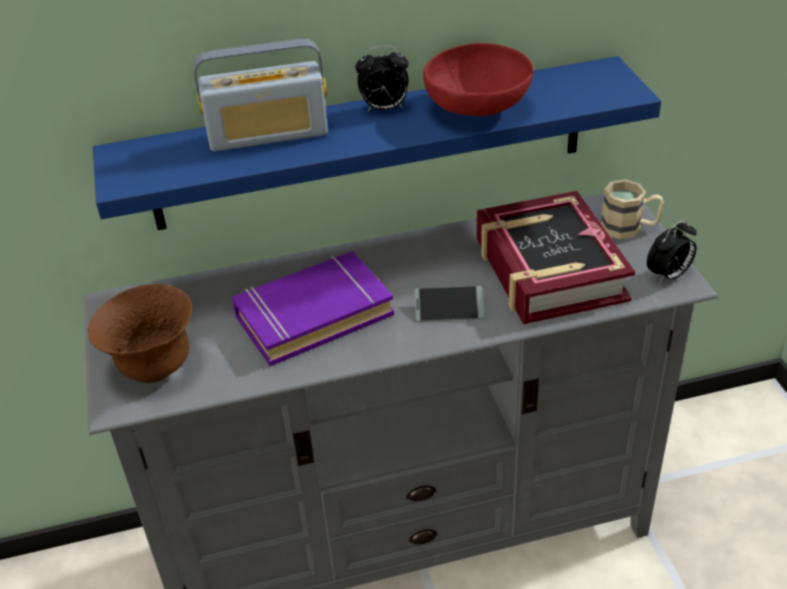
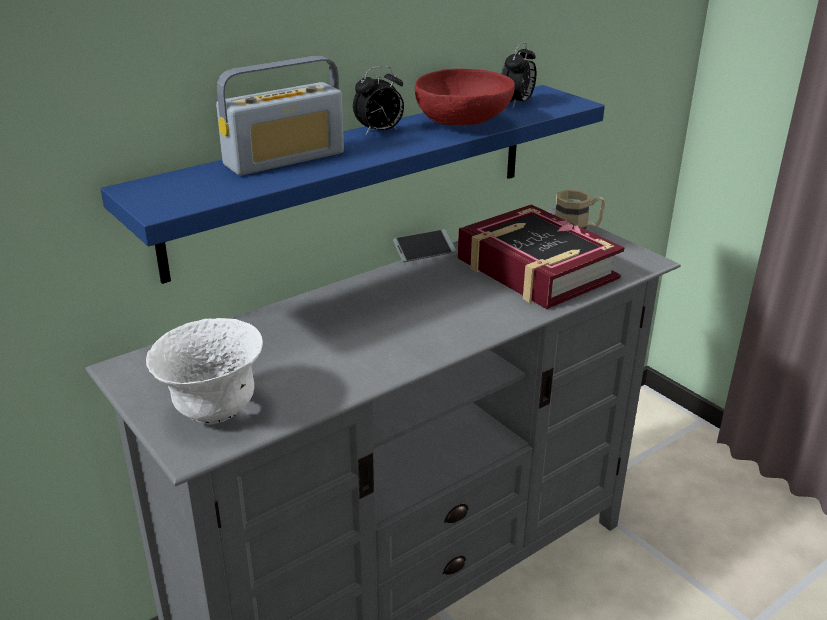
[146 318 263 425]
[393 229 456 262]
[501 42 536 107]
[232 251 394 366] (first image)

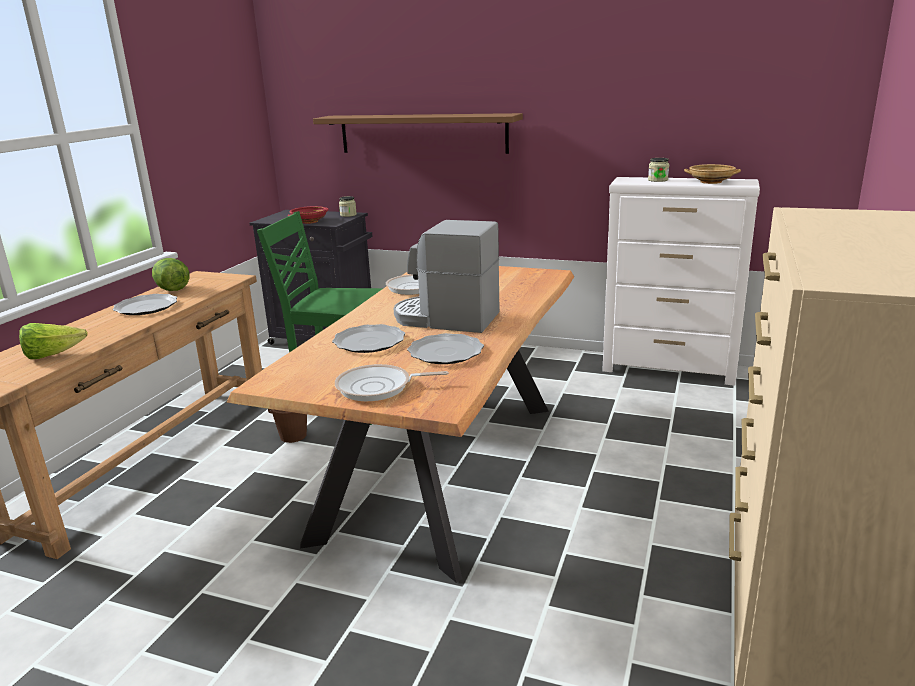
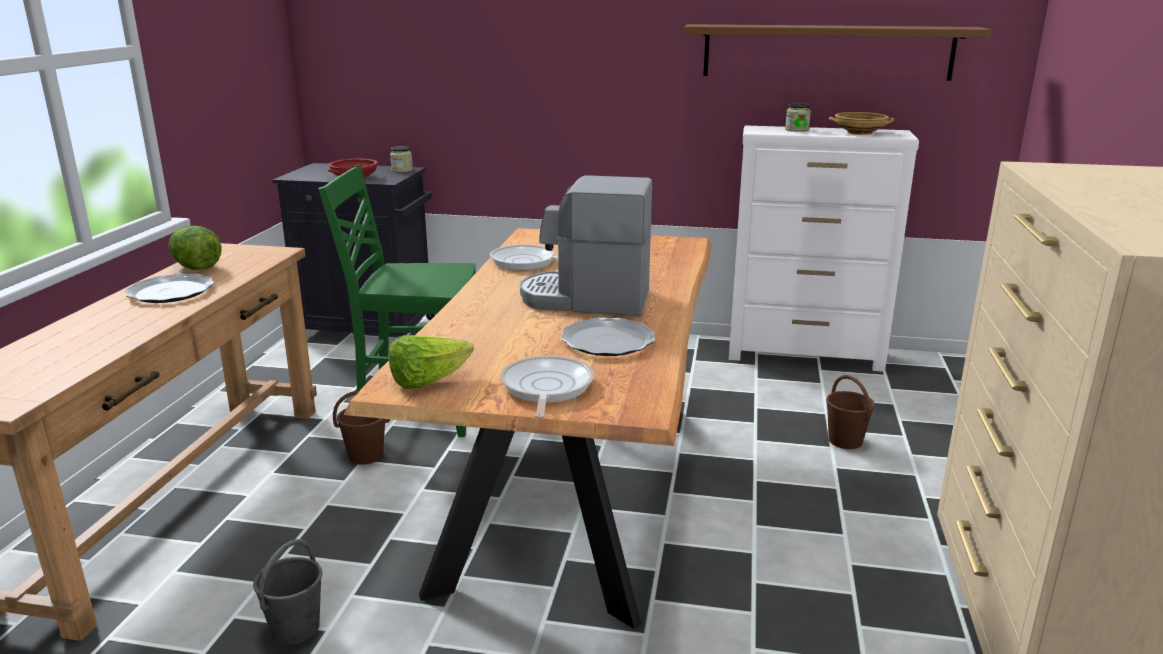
[253 539 322 645]
[389 335 474 389]
[500 355 594 419]
[684 24 991 81]
[826 375 875 449]
[332 324 405 353] (first image)

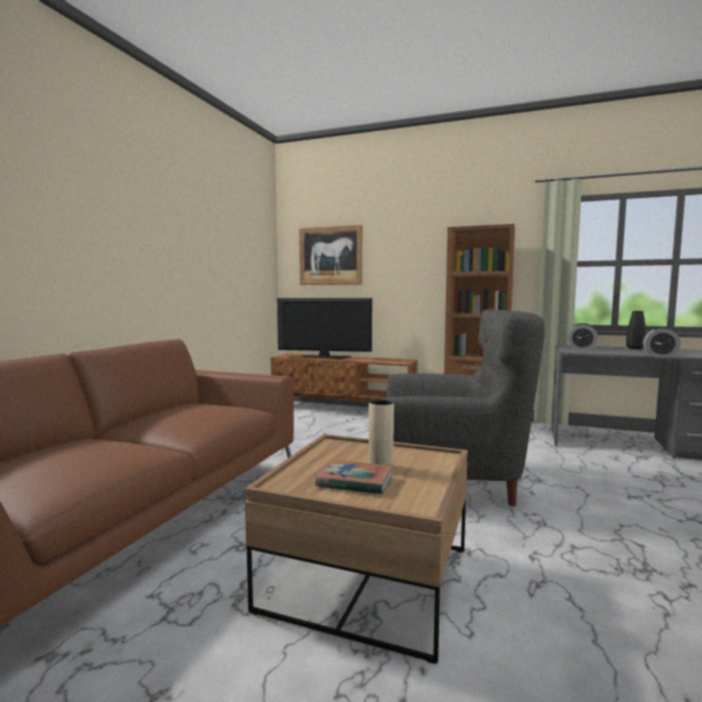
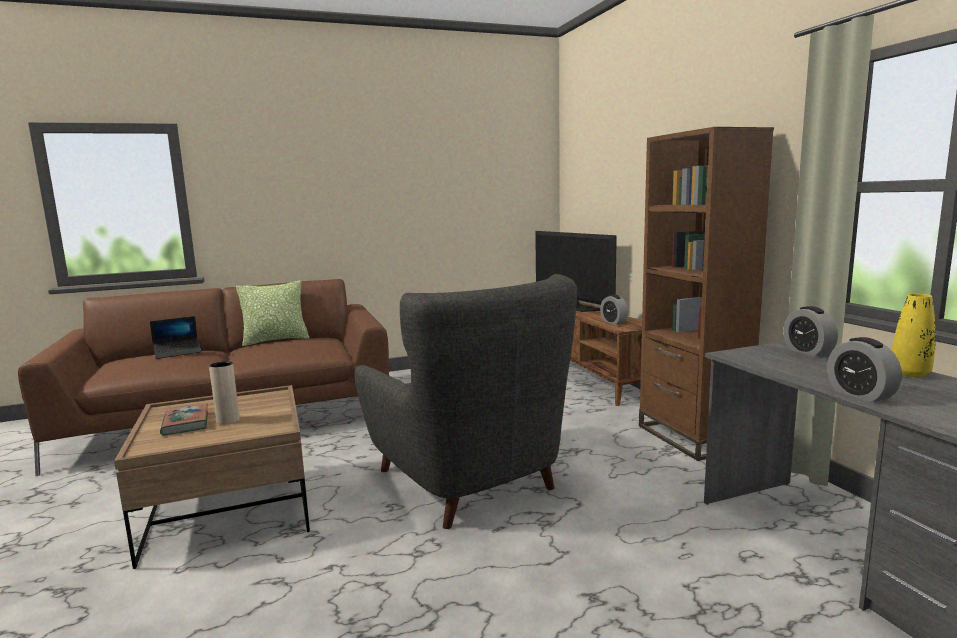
[150 316 201 359]
[236 280 309 346]
[600 295 628 325]
[892 294 936 377]
[299 225 362 285] (first image)

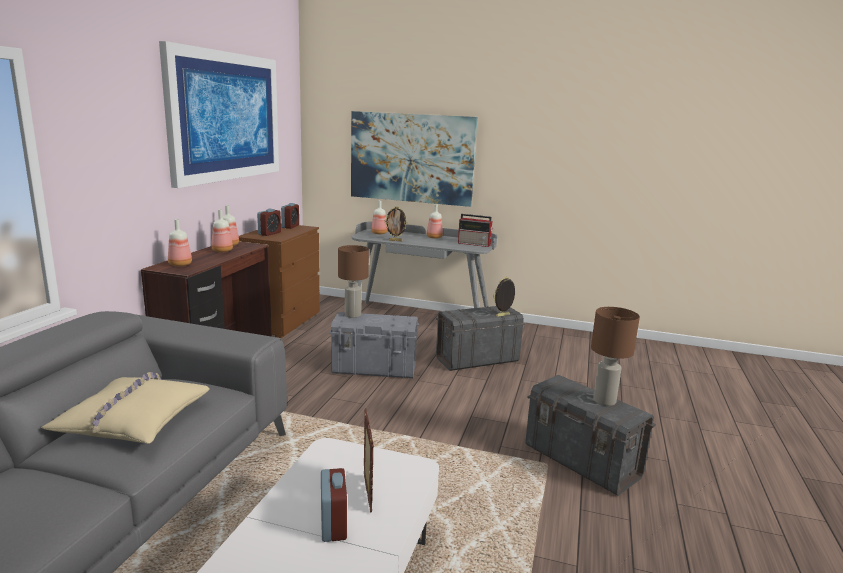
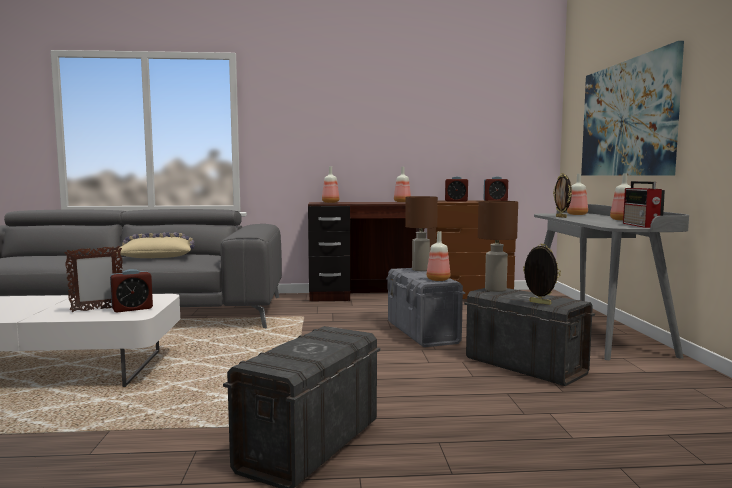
[110 269 153 313]
[427 231 450 281]
[478 201 518 292]
[159 41 279 188] (first image)

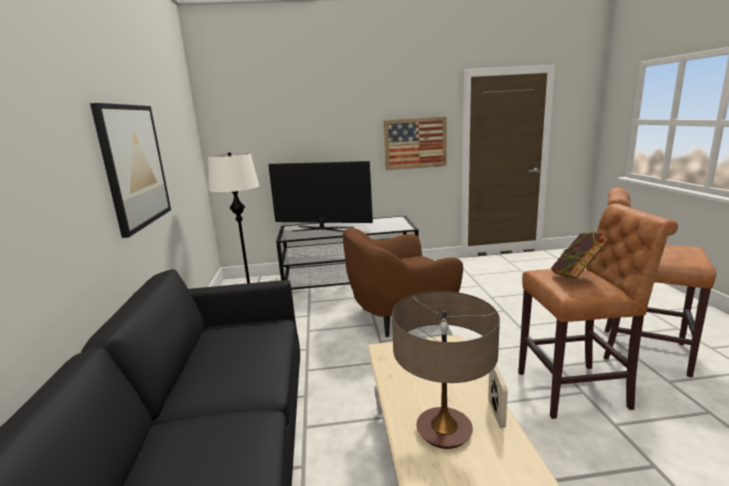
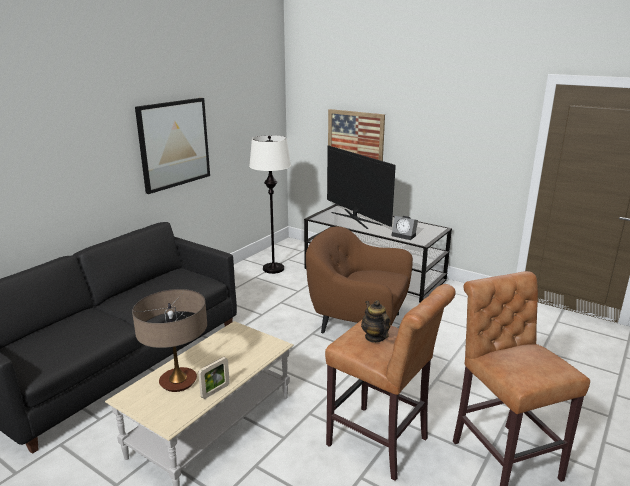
[328 109 385 161]
[361 300 391 343]
[391 216 418 240]

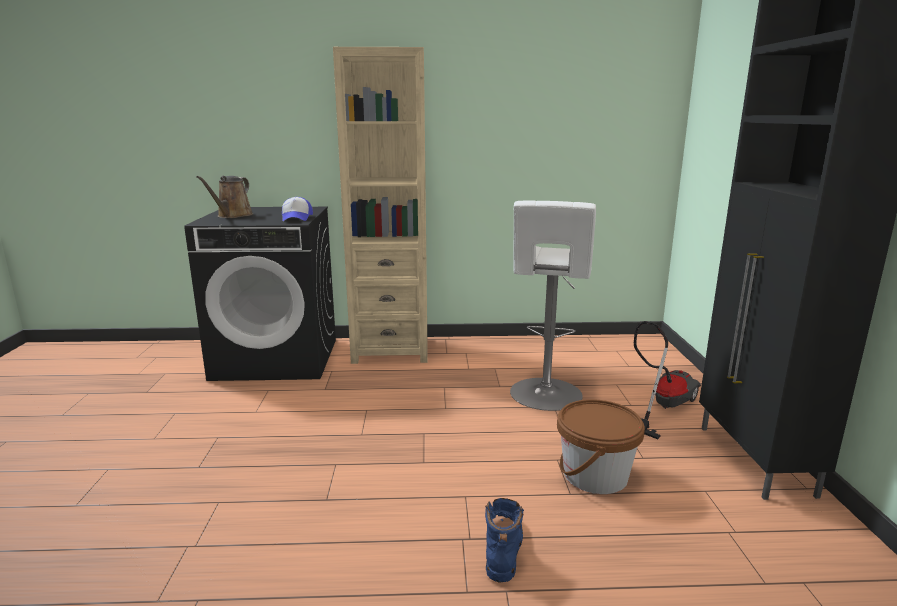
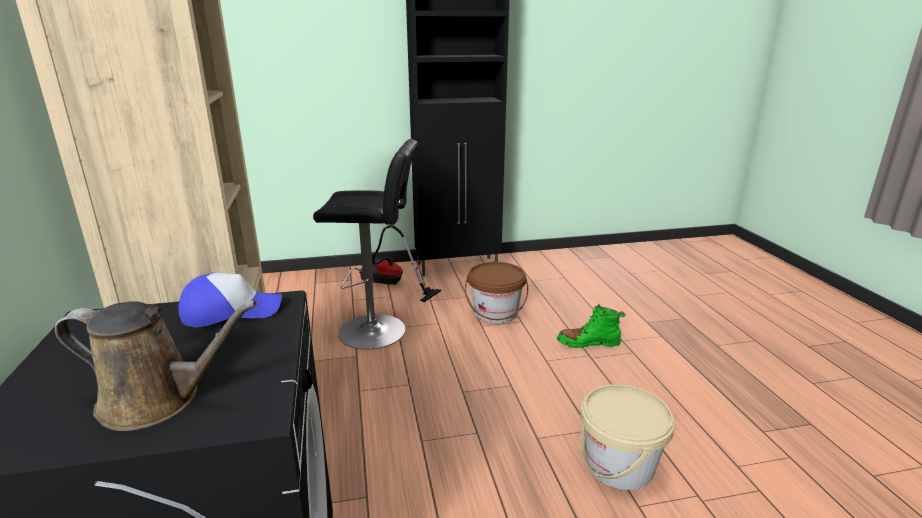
[313 139 418 350]
[557 303 626 348]
[580 384 675 490]

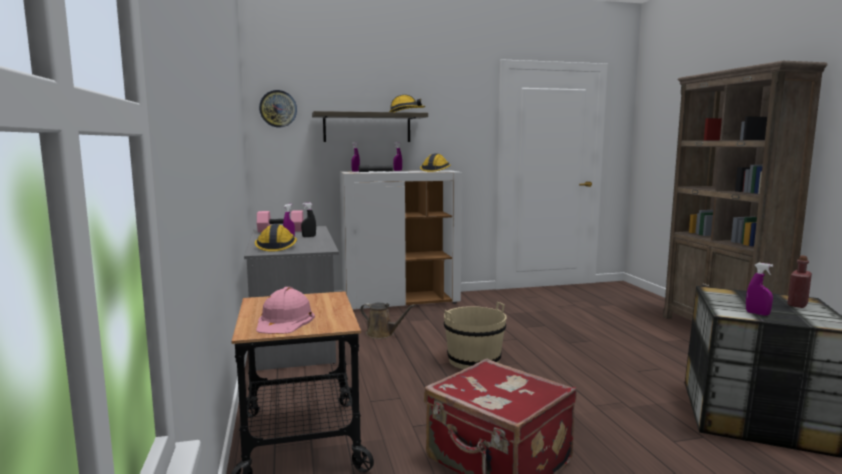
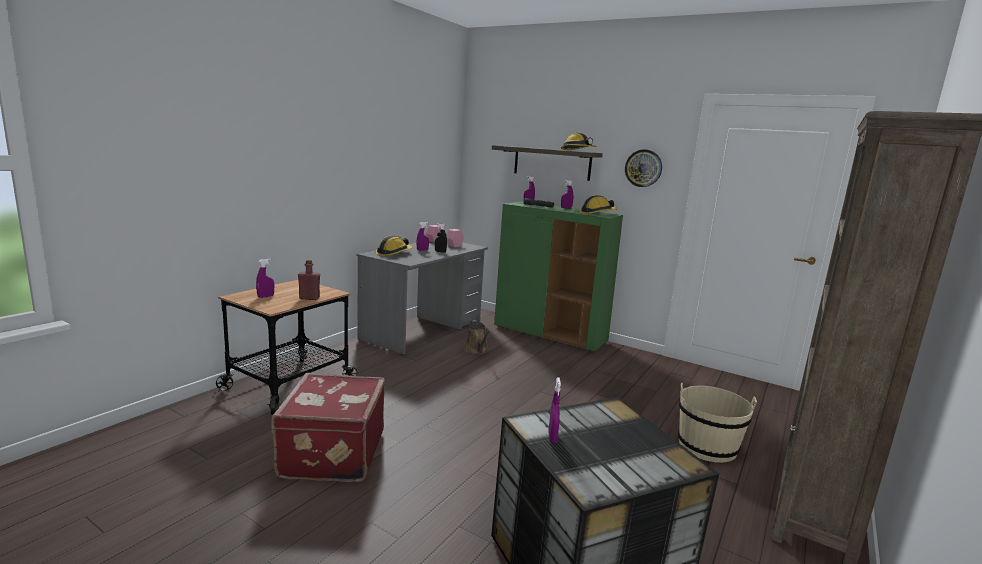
[256 258 274 298]
[298 260 320 300]
[494 202 623 352]
[625 149 662 187]
[678 383 757 463]

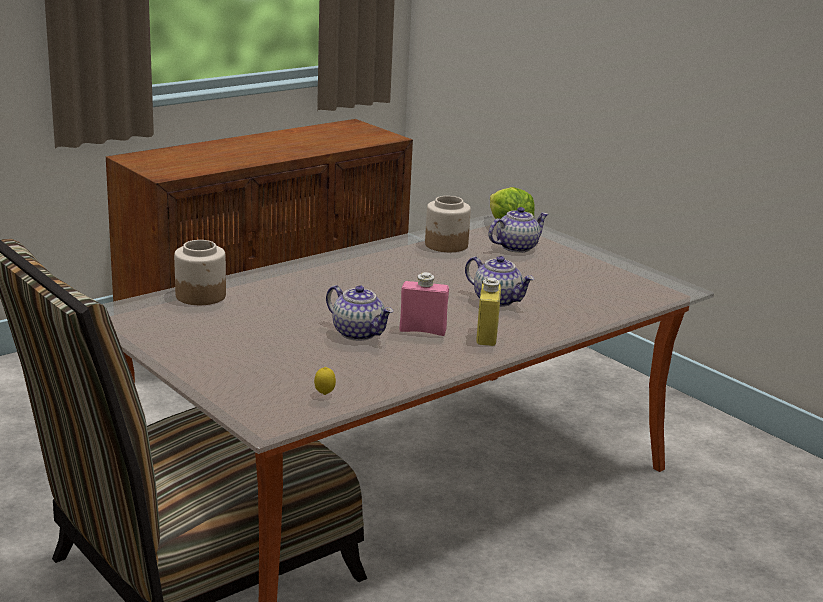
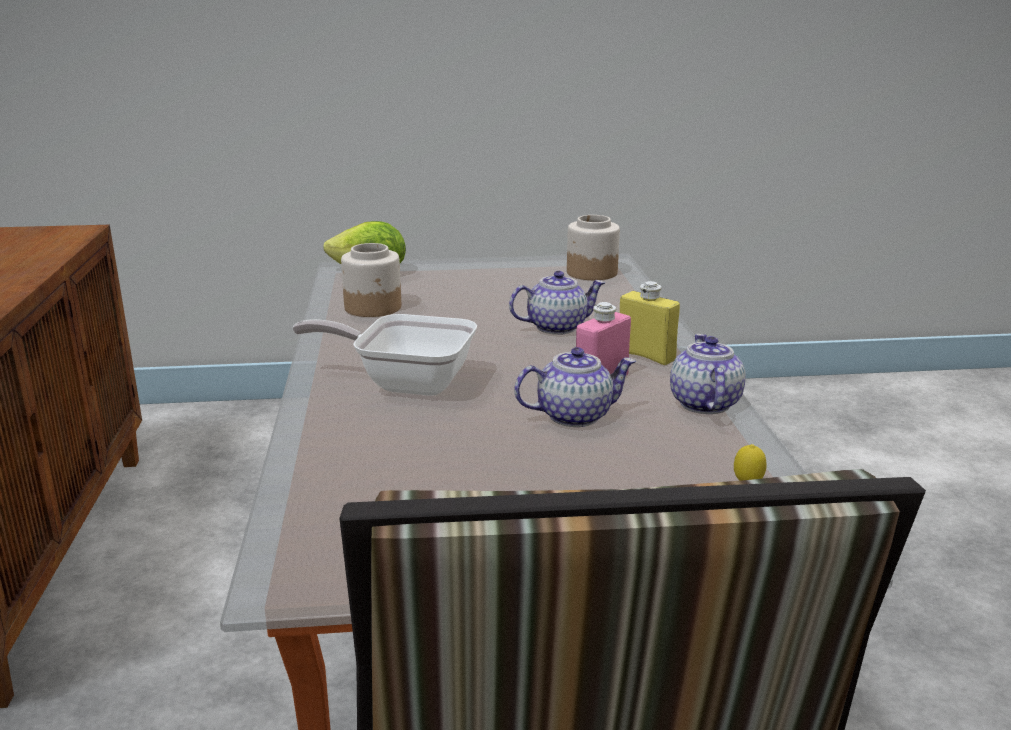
[292 314 477 396]
[567 215 620 280]
[670 334 746 414]

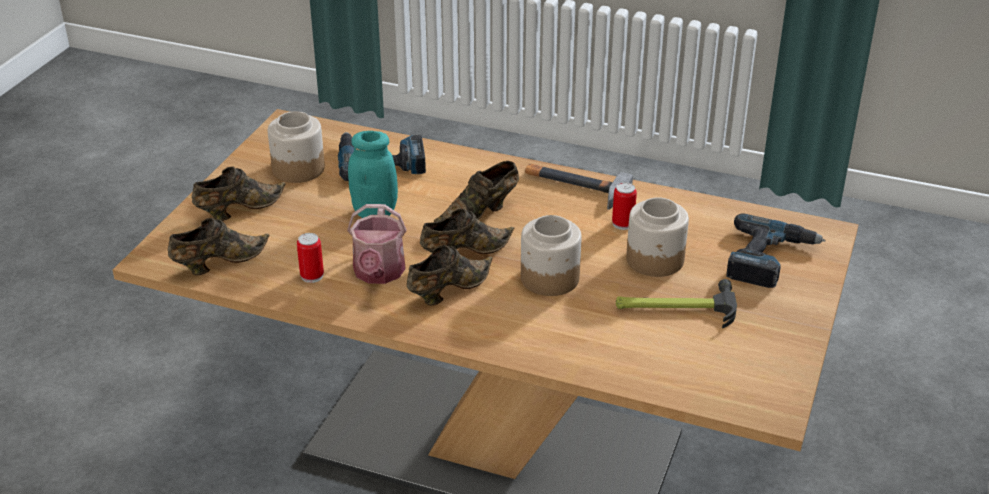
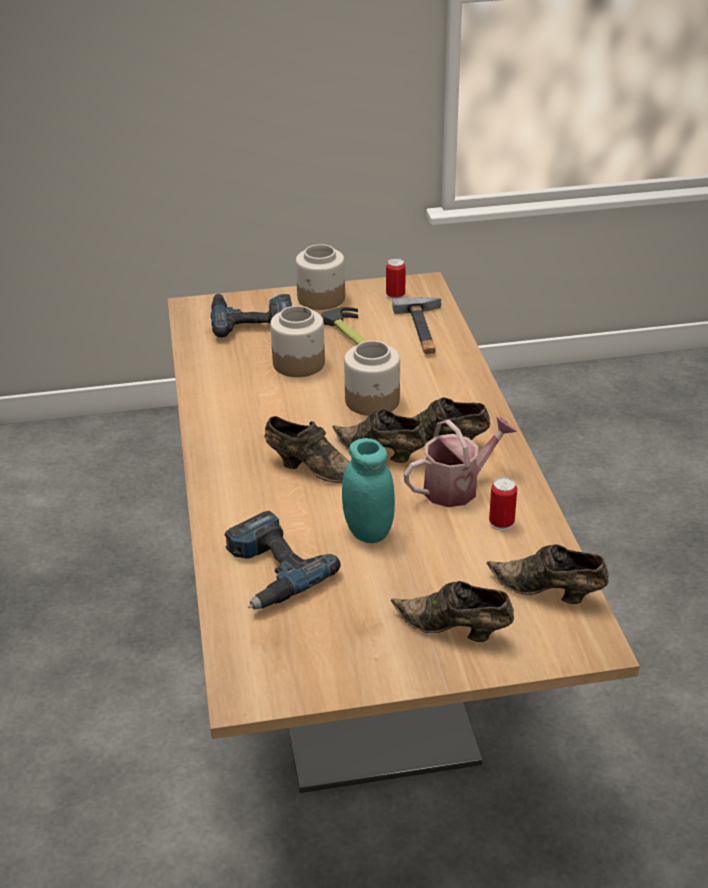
[296 244 345 310]
[386 258 406 300]
[392 297 441 354]

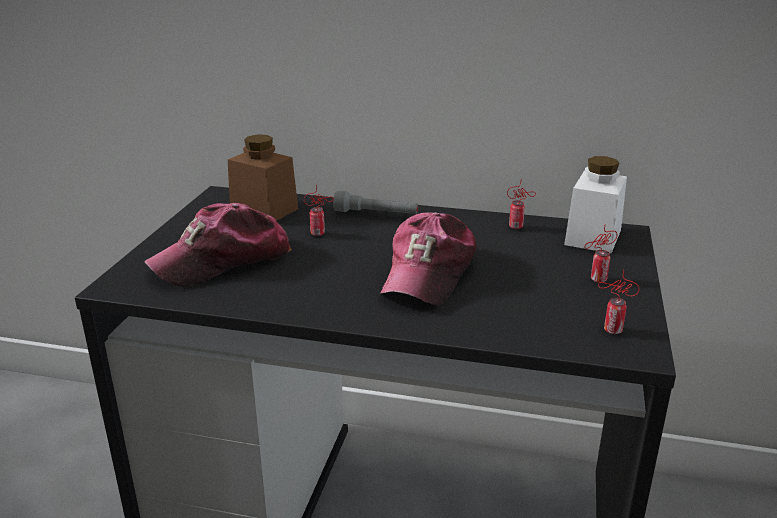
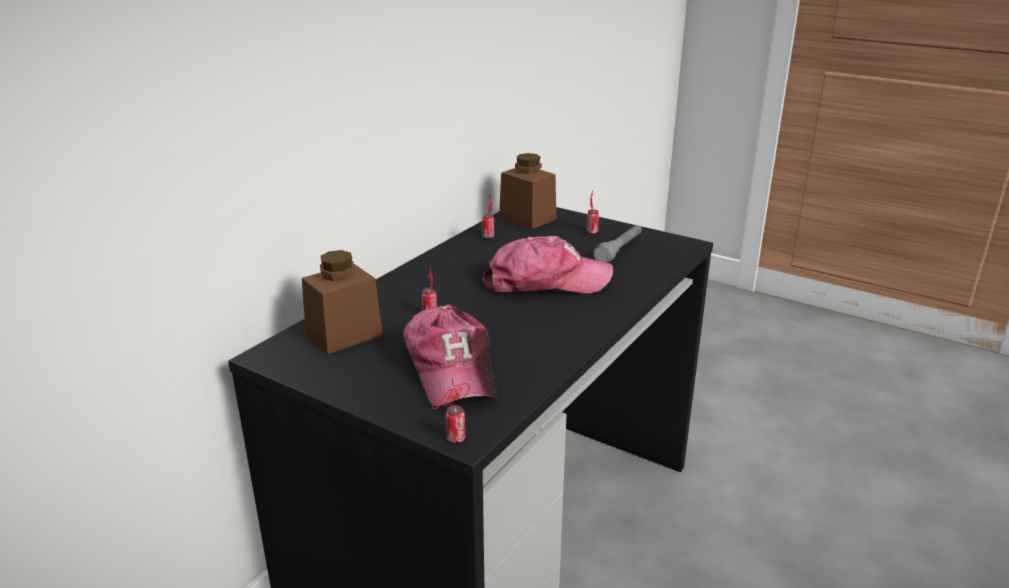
[432 378 470 443]
[483 236 613 294]
[499 153 556 229]
[594 225 642 263]

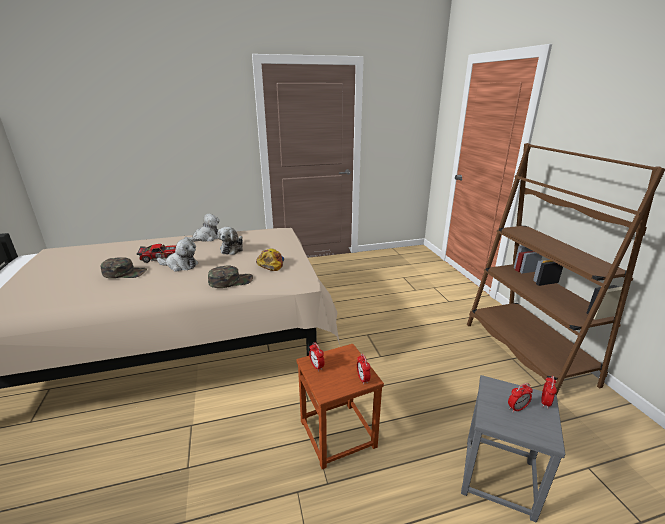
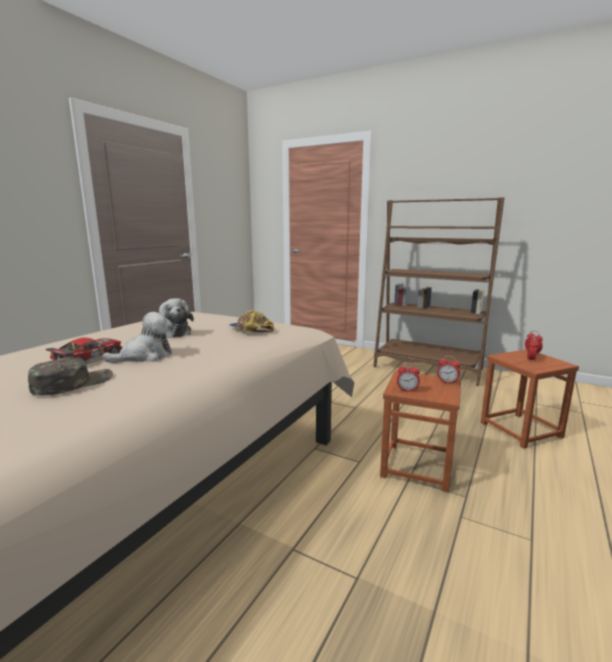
[481 350 579 449]
[184 214 220 242] (first image)
[208 265 253 288] (first image)

